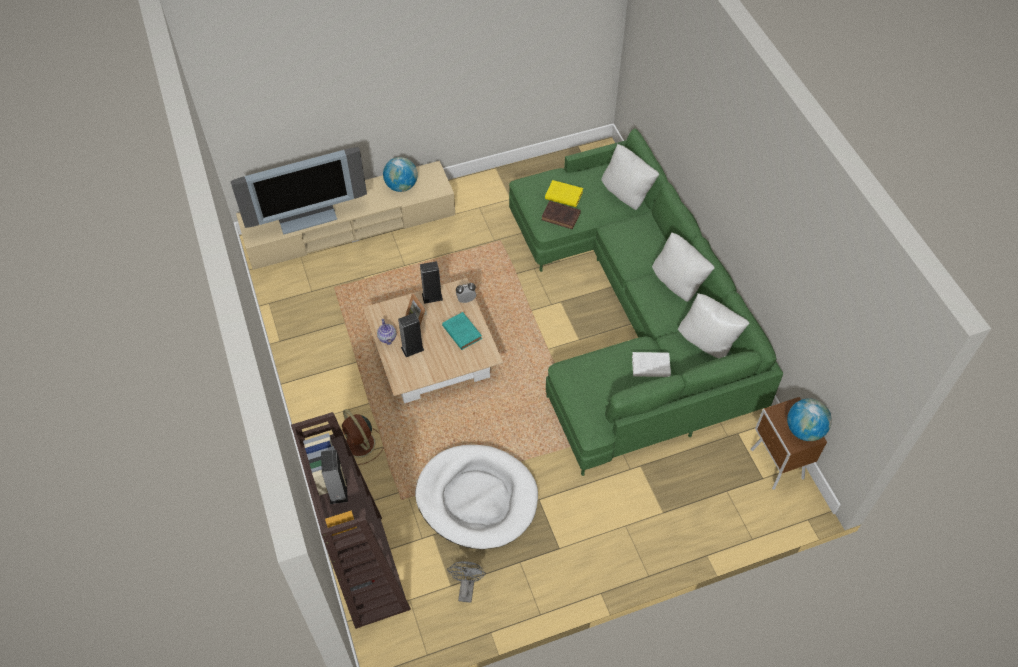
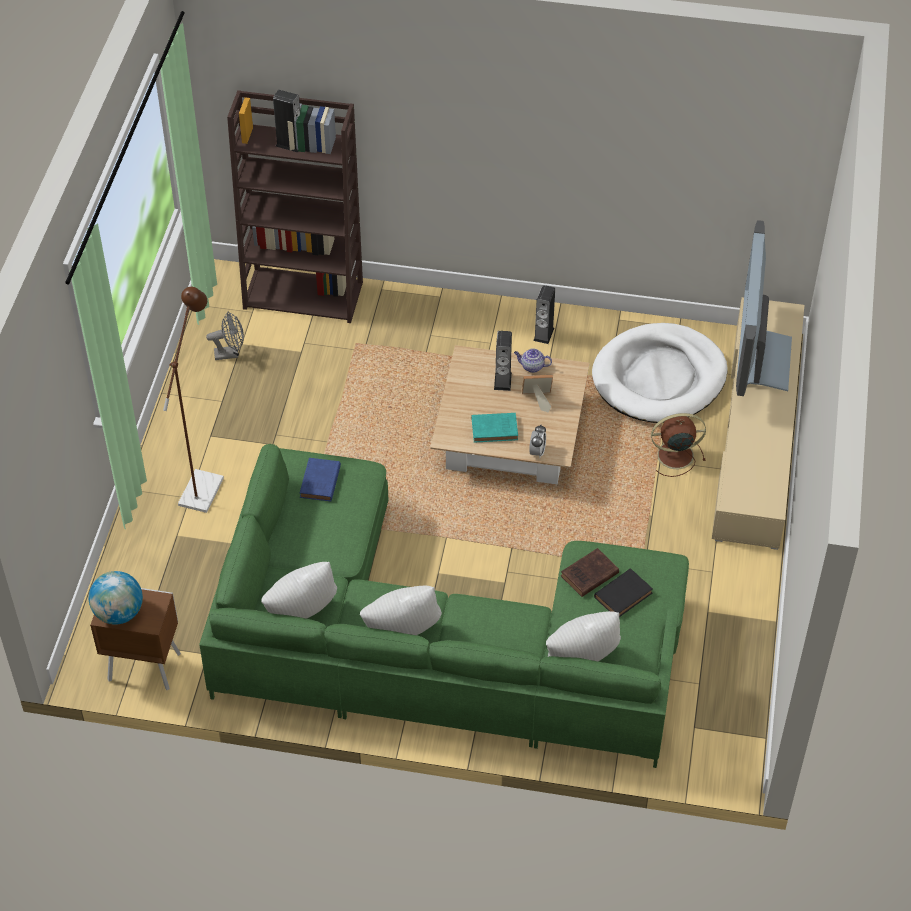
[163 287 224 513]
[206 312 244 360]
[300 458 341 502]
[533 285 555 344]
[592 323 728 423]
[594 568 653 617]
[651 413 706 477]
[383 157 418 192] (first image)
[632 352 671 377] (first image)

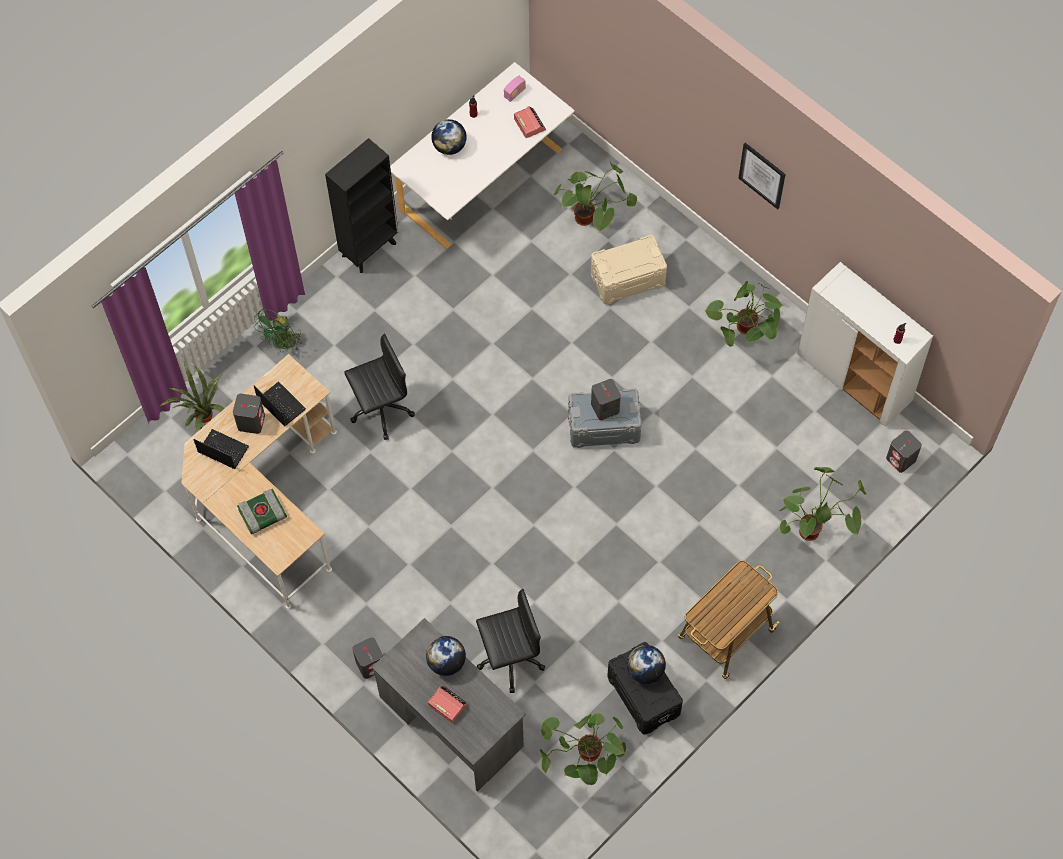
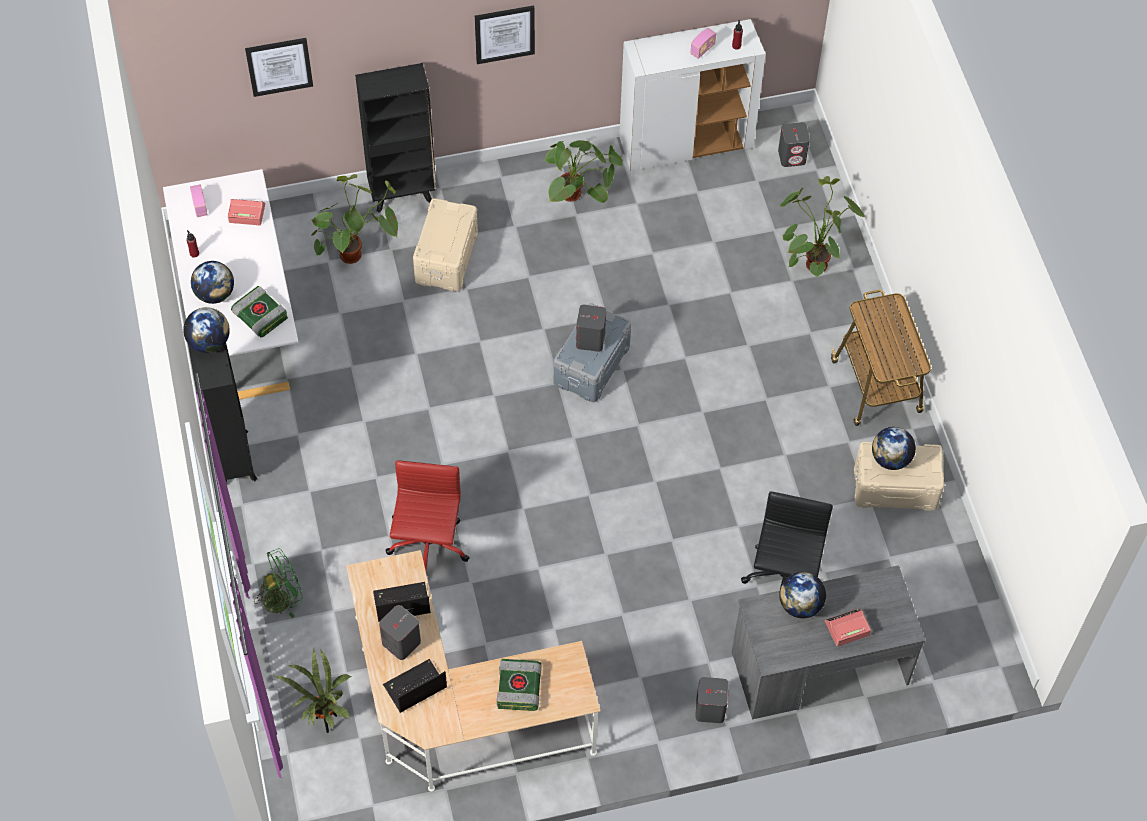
[183 307 230 353]
[231 286 288 337]
[245 38 313 97]
[254 549 303 618]
[355 63 436 213]
[386 460 470 570]
[690 28 716 59]
[854 442 944 511]
[540 712 626 785] (first image)

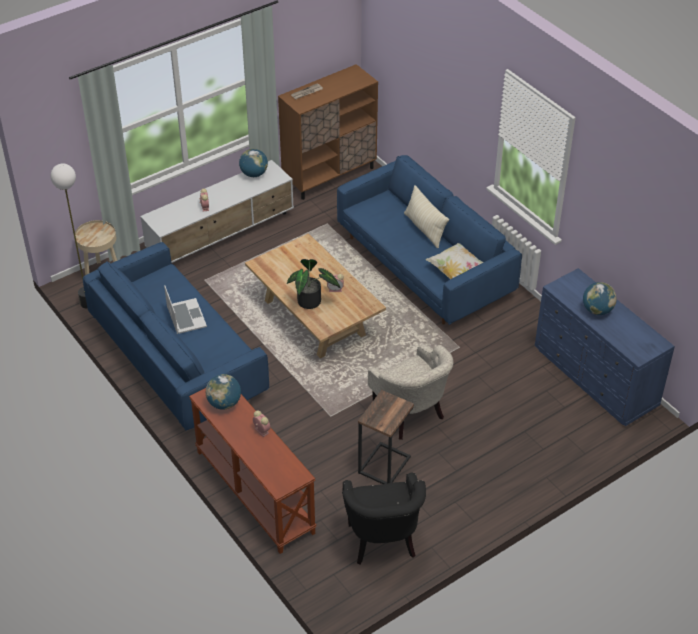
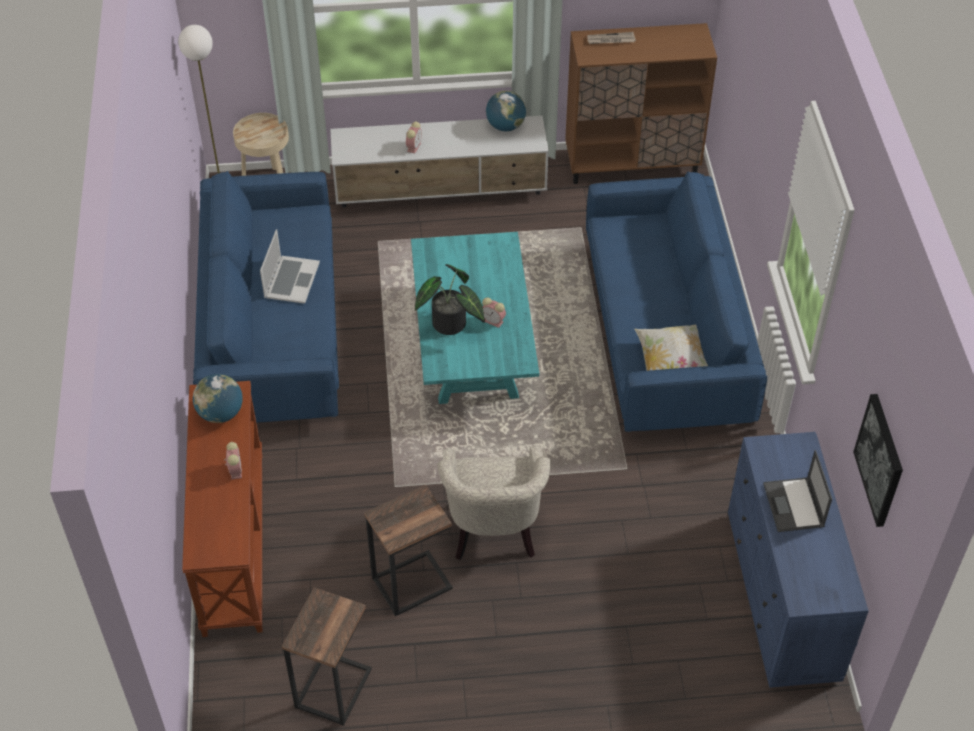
[282 587 372 726]
[411 232 539 404]
[763 450 832 532]
[853 394 903 527]
[404 185 449 248] (first image)

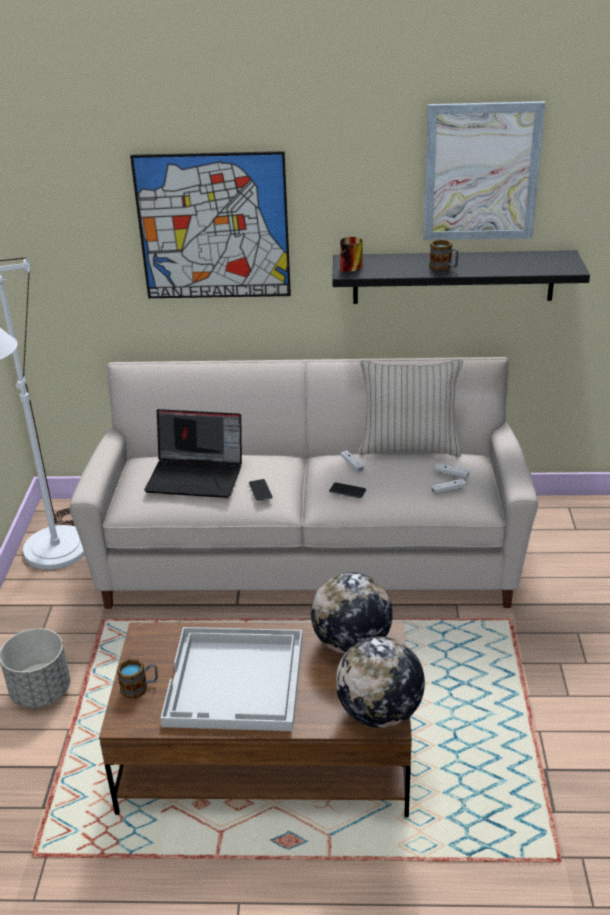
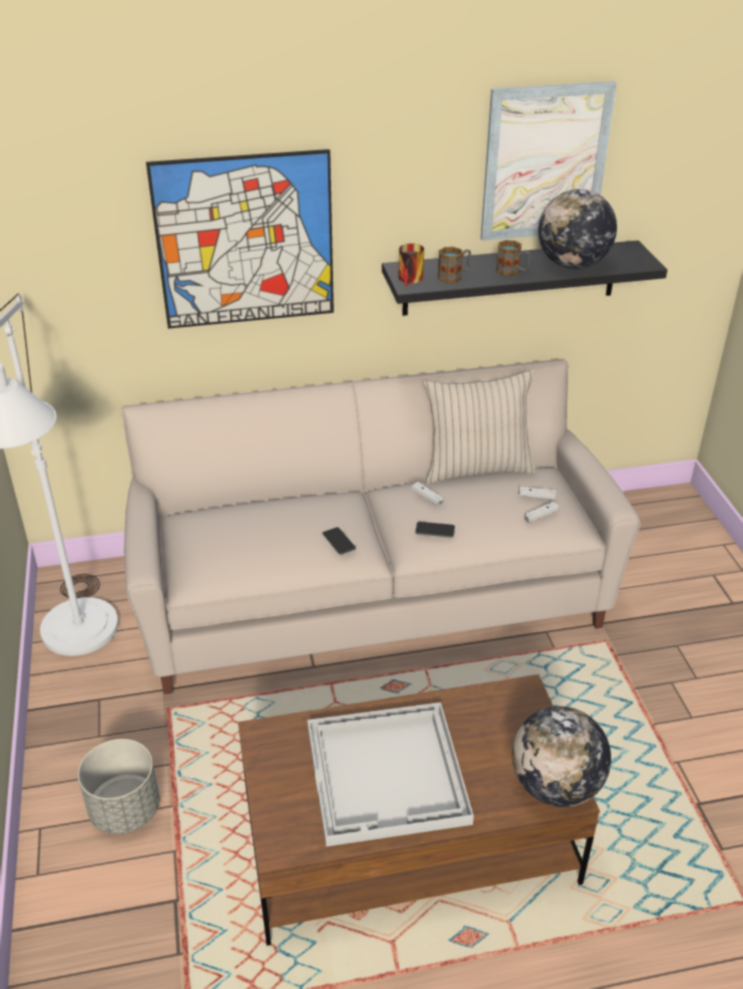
[438 247 471 283]
[538 189 617 269]
[144 409 242 498] (first image)

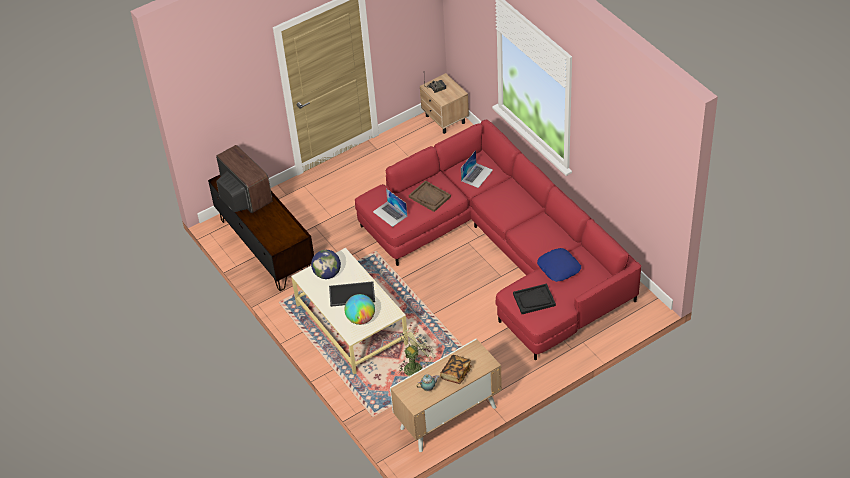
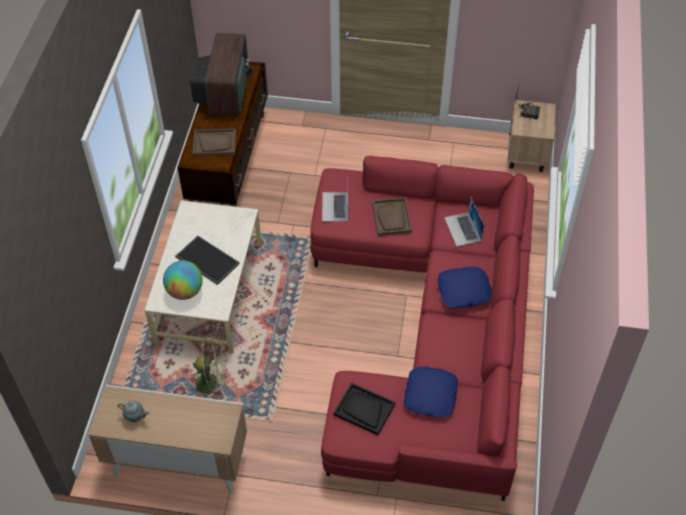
[193 129 236 156]
[437 267 492 308]
[444 197 484 247]
[311 250 341 279] (first image)
[440 355 472 384] (first image)

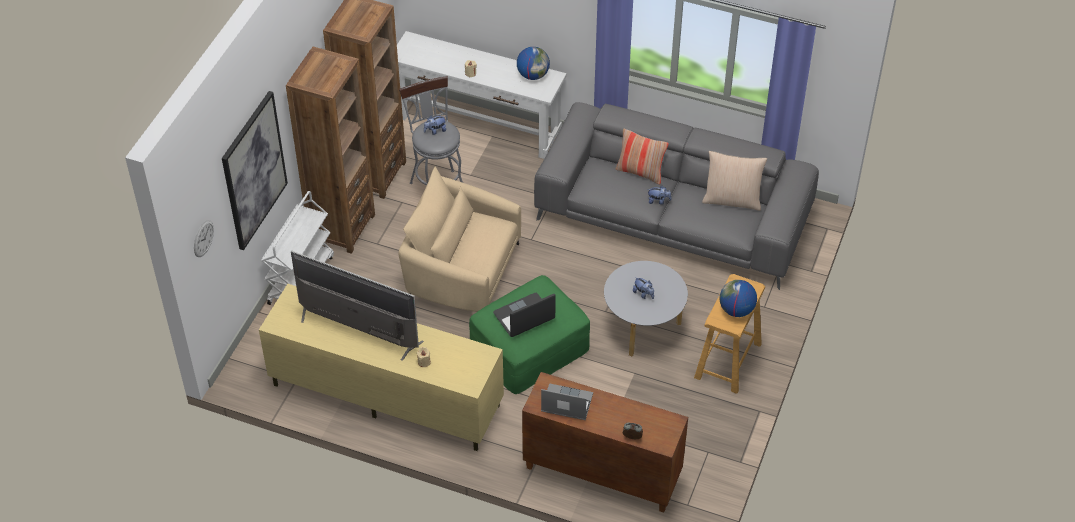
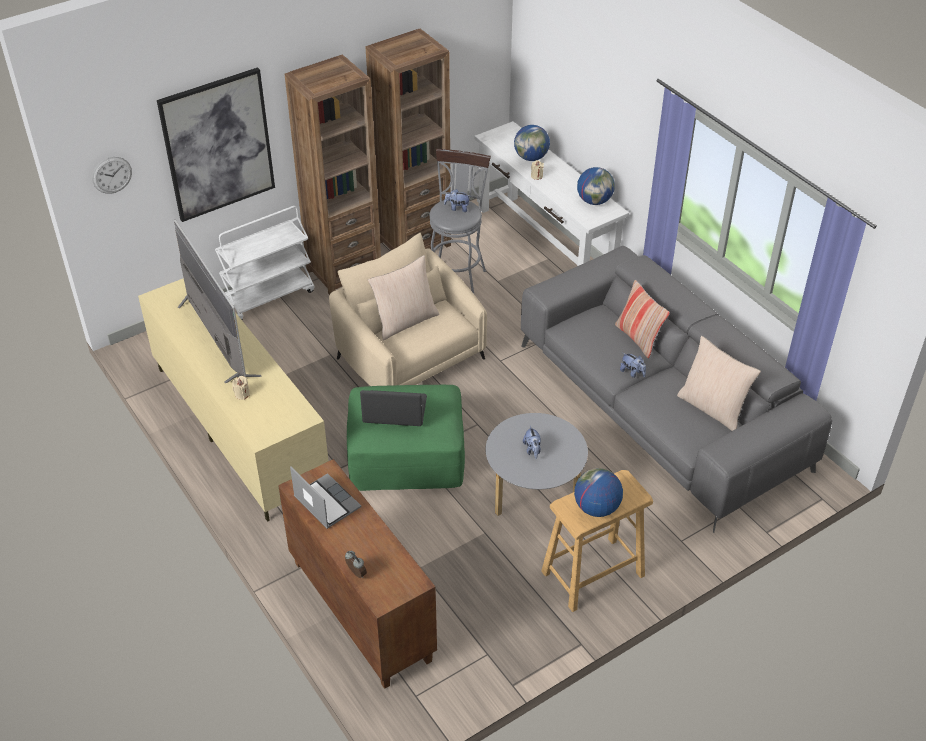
[368 255 439 340]
[514 125 550 161]

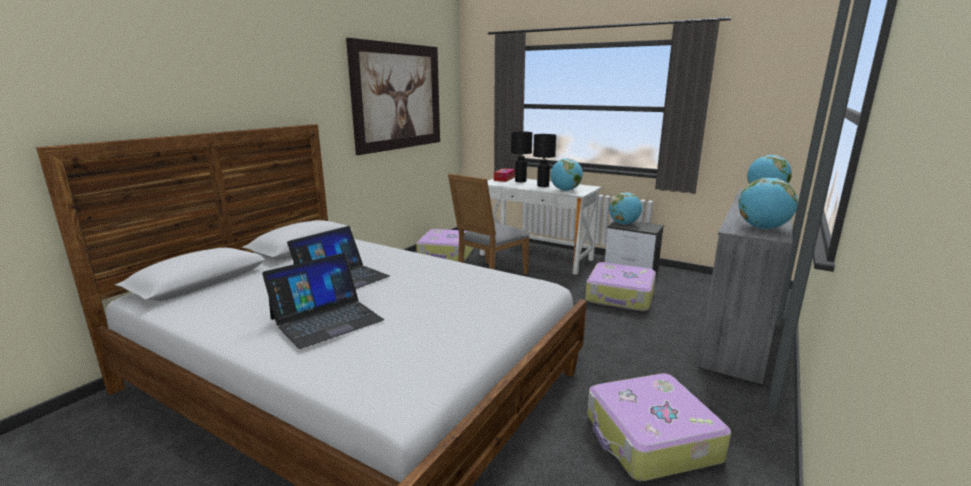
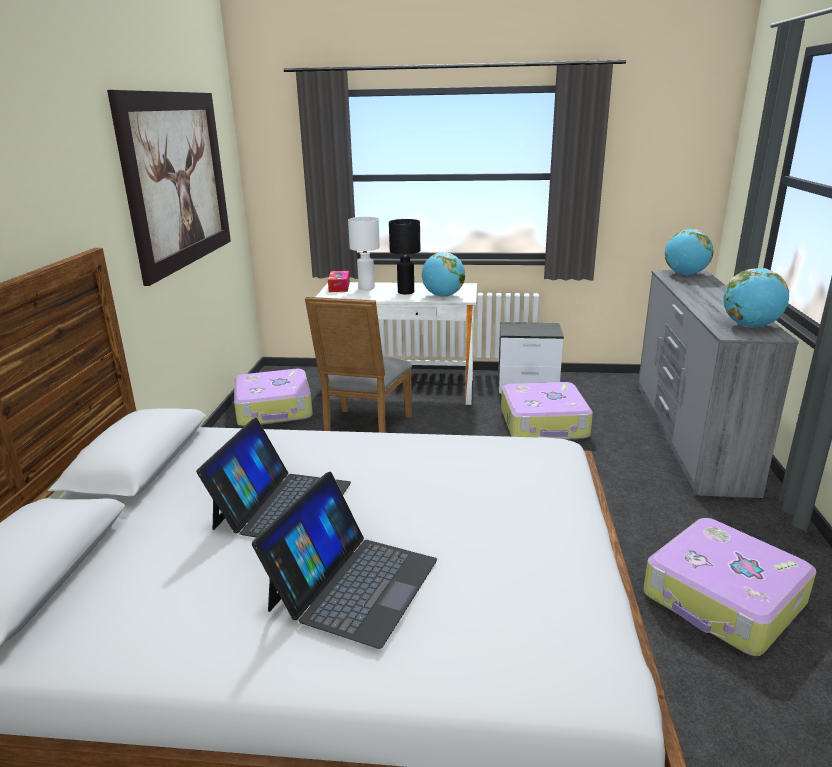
[348 217 380 290]
[609 192 642 225] (first image)

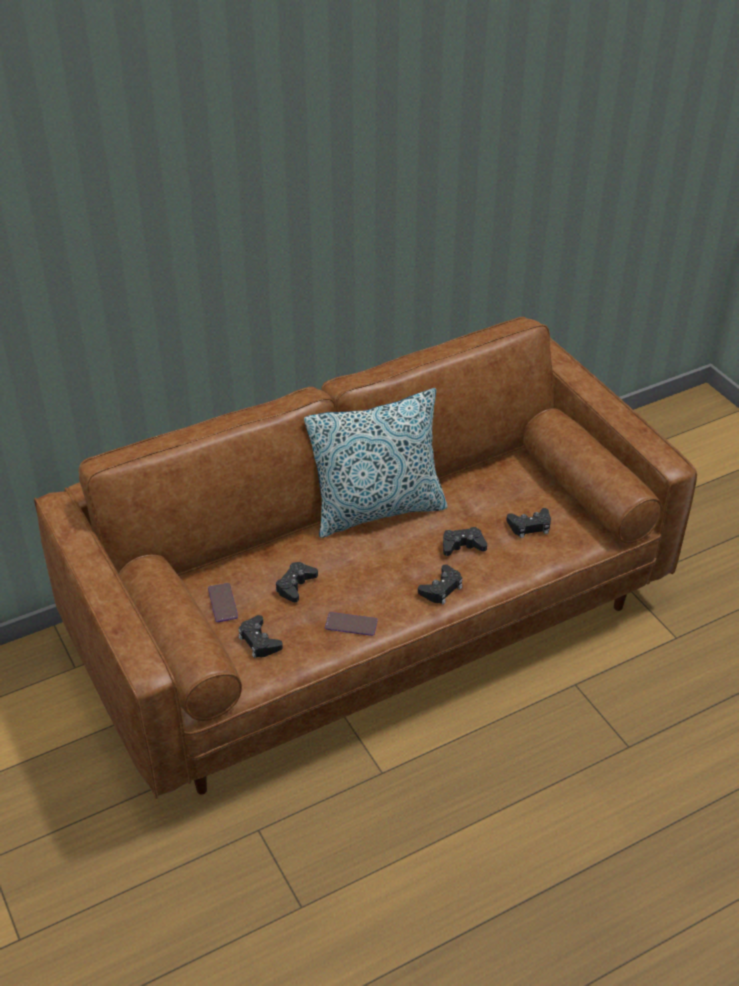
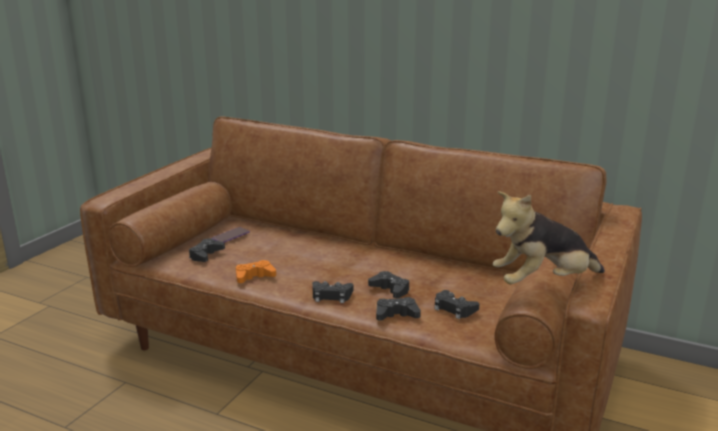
[236 260 276 283]
[376 297 421 321]
[493 191 605 284]
[304 388 448 538] (first image)

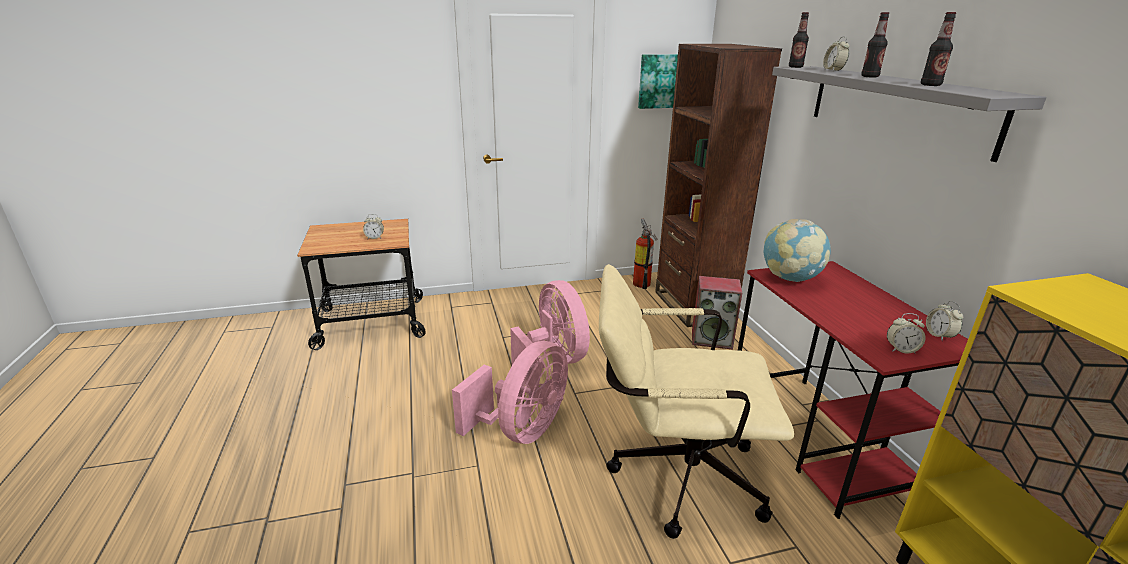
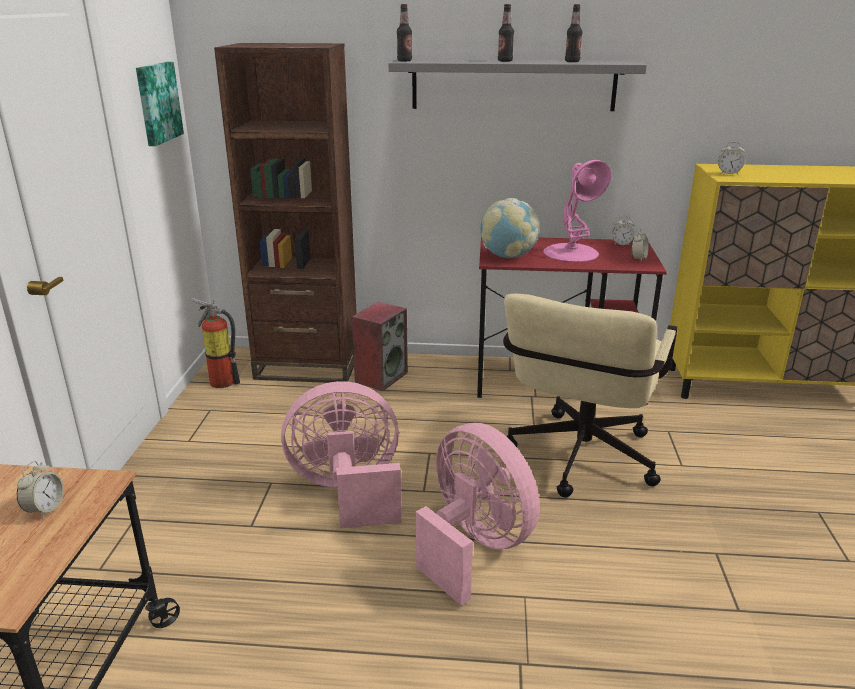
[543 160 611 262]
[718 142 745 175]

